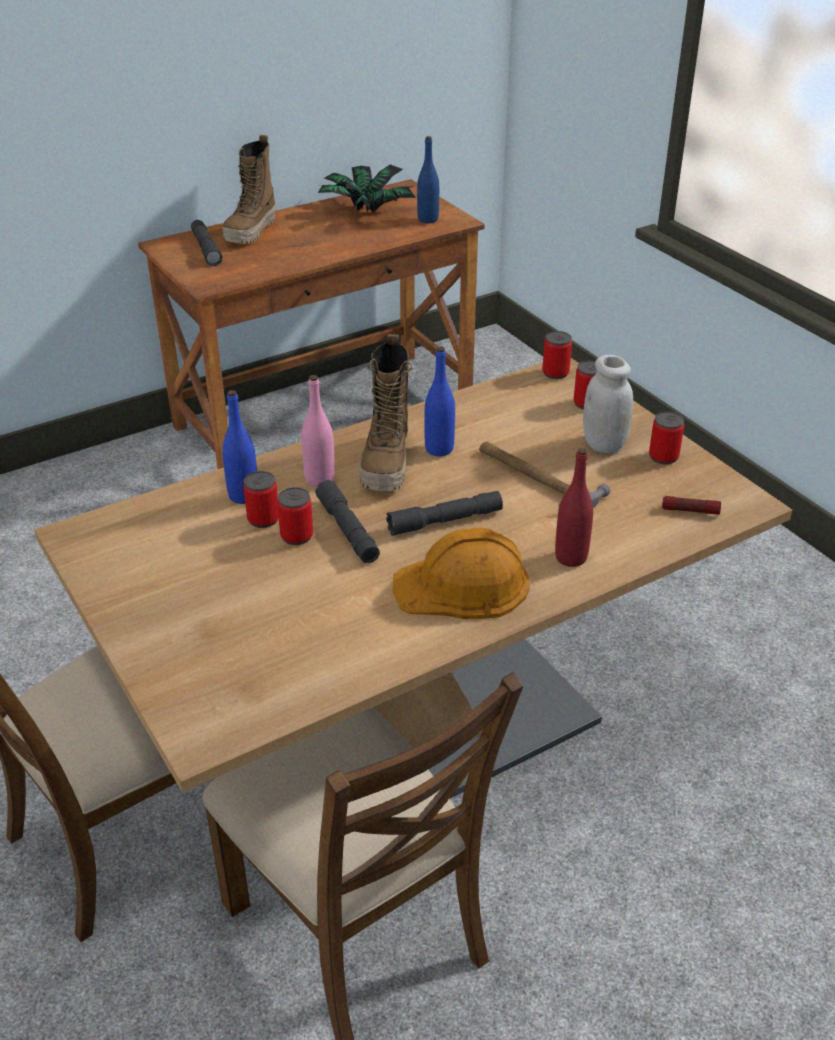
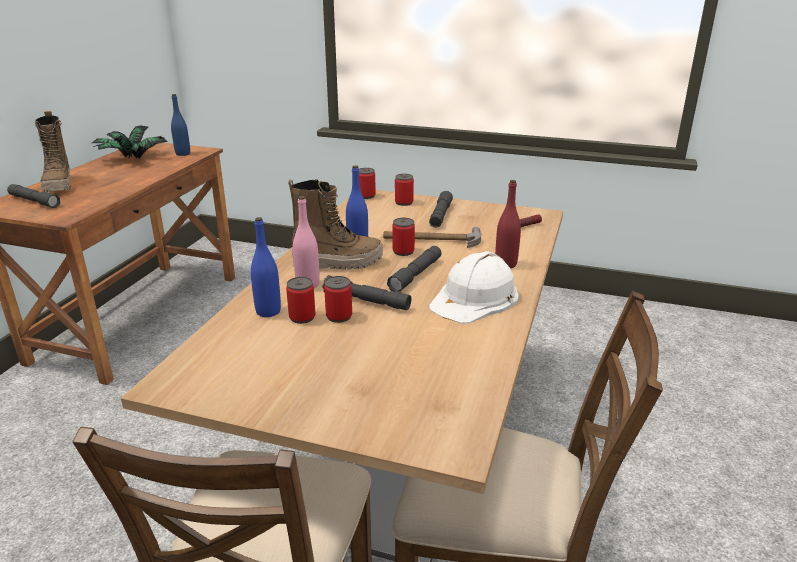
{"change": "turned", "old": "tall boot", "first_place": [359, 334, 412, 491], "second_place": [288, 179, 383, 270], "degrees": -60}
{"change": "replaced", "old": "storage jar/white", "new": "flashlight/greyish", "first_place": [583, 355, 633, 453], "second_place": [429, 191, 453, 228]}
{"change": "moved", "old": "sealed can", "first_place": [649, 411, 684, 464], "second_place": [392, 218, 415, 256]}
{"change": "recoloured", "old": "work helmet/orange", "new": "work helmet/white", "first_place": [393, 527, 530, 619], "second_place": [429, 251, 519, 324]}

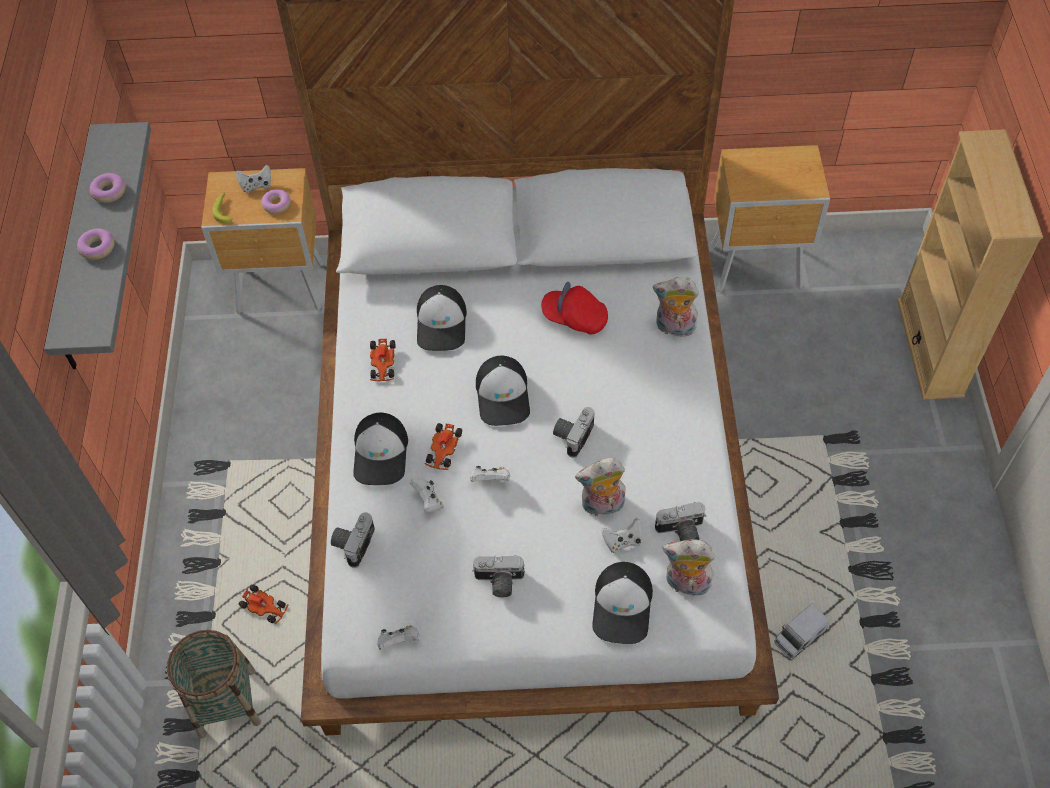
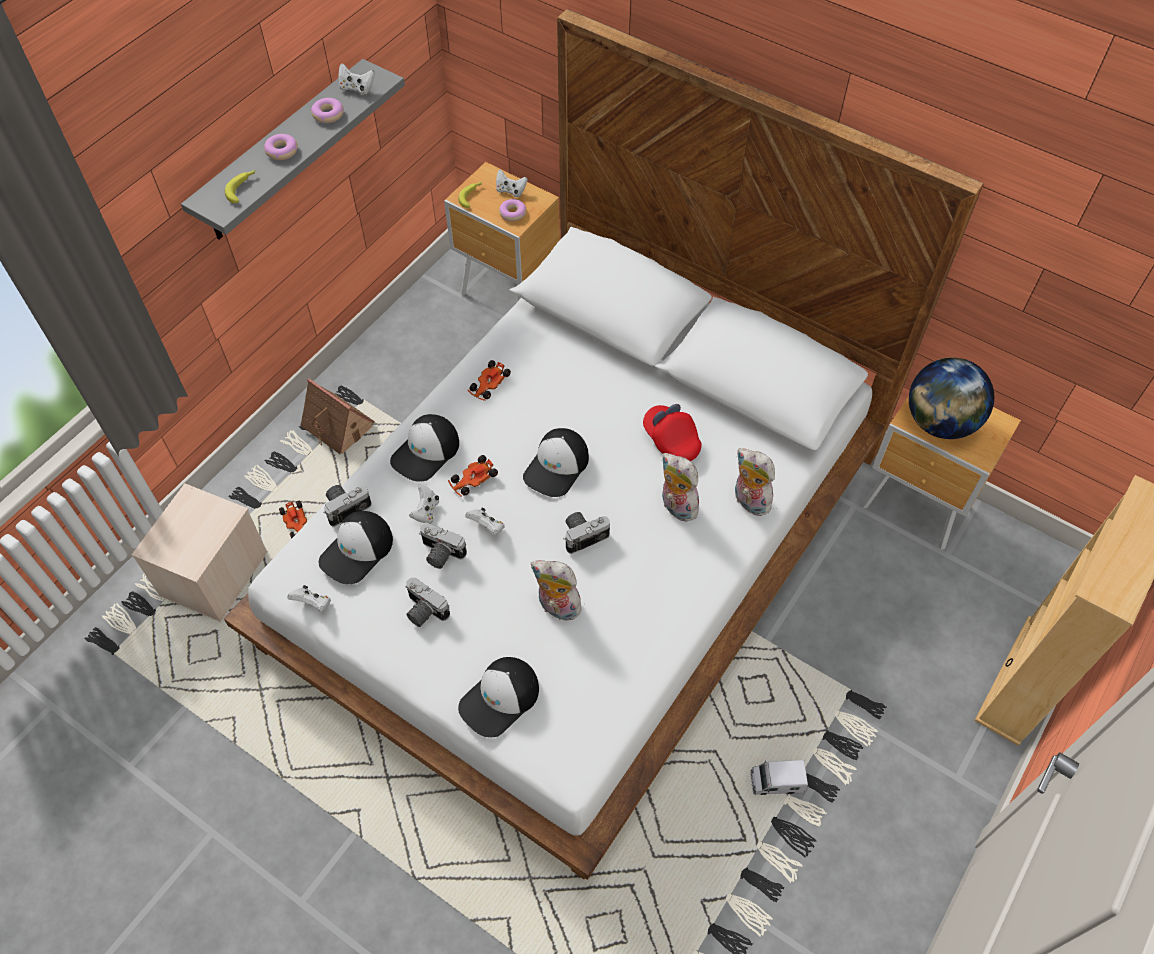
{"change": "moved", "old": "peaked cap", "first_place": [417, 285, 467, 351], "second_place": [319, 511, 393, 584]}
{"change": "moved", "old": "photo camera", "first_place": [655, 502, 707, 541], "second_place": [419, 523, 467, 569]}
{"change": "moved", "old": "gamepad/white", "first_place": [602, 518, 642, 553], "second_place": [338, 64, 375, 95]}
{"change": "moved", "old": "cuddly toy", "first_place": [662, 539, 715, 600], "second_place": [662, 453, 699, 522]}
{"change": "moved", "old": "toy truck", "first_place": [774, 603, 830, 659], "second_place": [750, 760, 808, 795]}
{"change": "replaced", "old": "household basket", "new": "storage box/sand-coloured", "first_place": [167, 630, 261, 739], "second_place": [131, 483, 268, 622]}
{"change": "added", "new": "banana fruit", "second_place": [225, 170, 255, 203]}
{"change": "added", "new": "globe", "second_place": [909, 357, 994, 439]}
{"change": "added", "new": "miniature house", "second_place": [300, 378, 375, 454]}

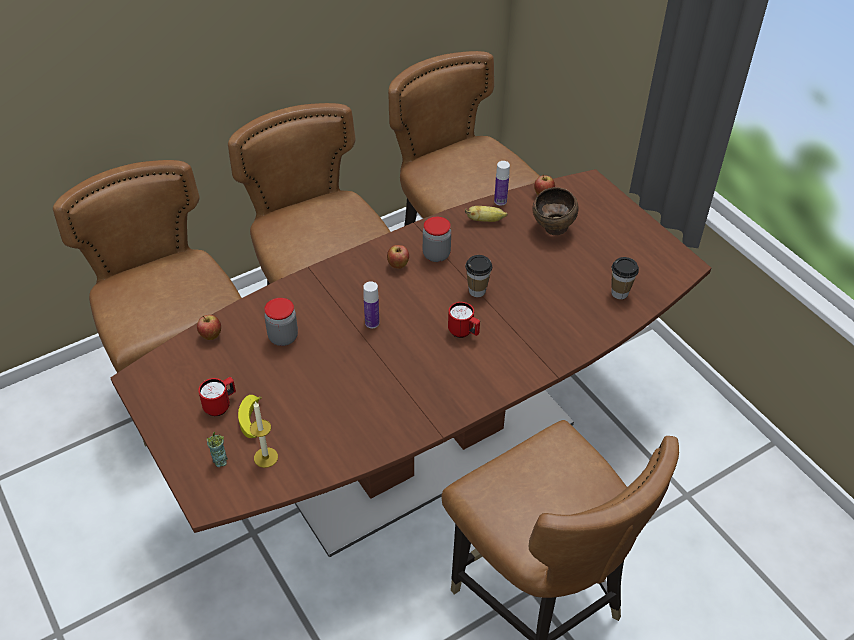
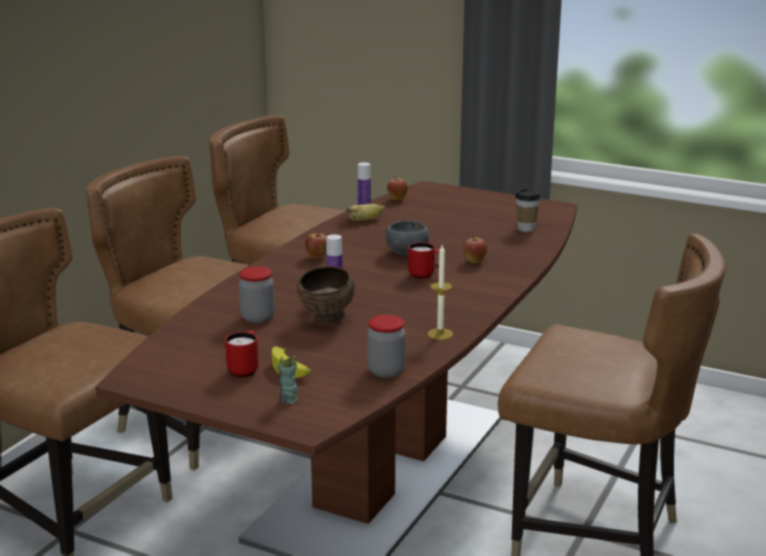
{"change": "moved", "old": "serving bowl/brown", "first_place": [532, 187, 579, 235], "second_place": [297, 266, 355, 325]}
{"change": "moved", "old": "storage jar", "first_place": [423, 217, 451, 262], "second_place": [367, 315, 406, 378]}
{"change": "replaced", "old": "cup", "new": "serving bowl/greyish", "first_place": [465, 255, 492, 297], "second_place": [385, 221, 429, 256]}
{"change": "moved", "old": "whole apple", "first_place": [197, 315, 221, 340], "second_place": [463, 235, 487, 263]}
{"change": "moved", "old": "wax light", "first_place": [250, 401, 278, 468], "second_place": [427, 245, 453, 340]}

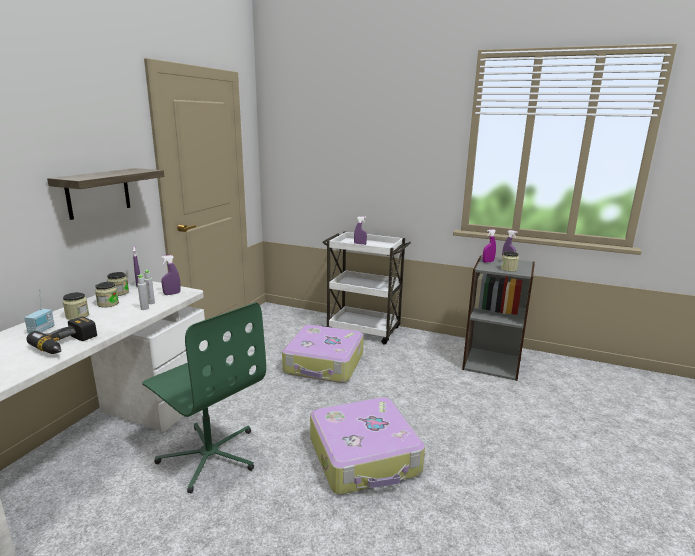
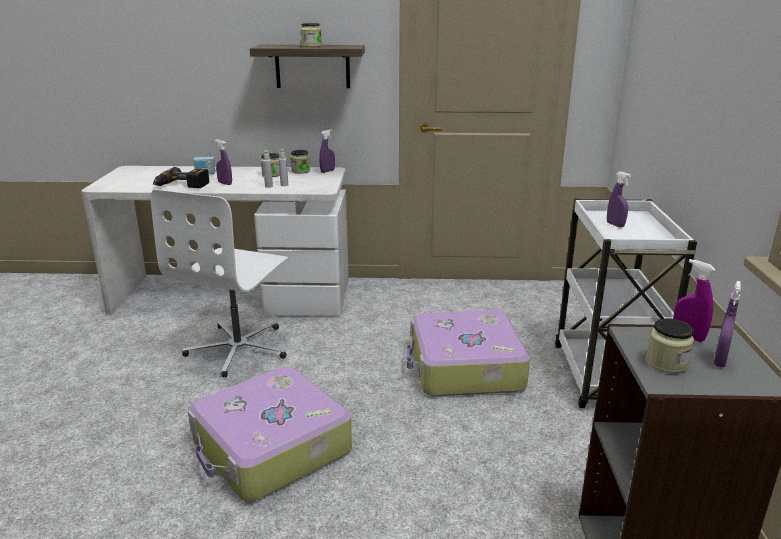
{"change": "moved", "old": "hand sprayer/purplish", "first_place": [161, 255, 181, 295], "second_place": [215, 140, 232, 185]}
{"change": "moved", "old": "storage jar", "first_place": [63, 292, 89, 320], "second_place": [300, 23, 322, 47]}
{"change": "recoloured", "old": "office chair/greenish", "new": "office chair/white", "first_place": [142, 302, 266, 493], "second_place": [151, 189, 289, 377]}

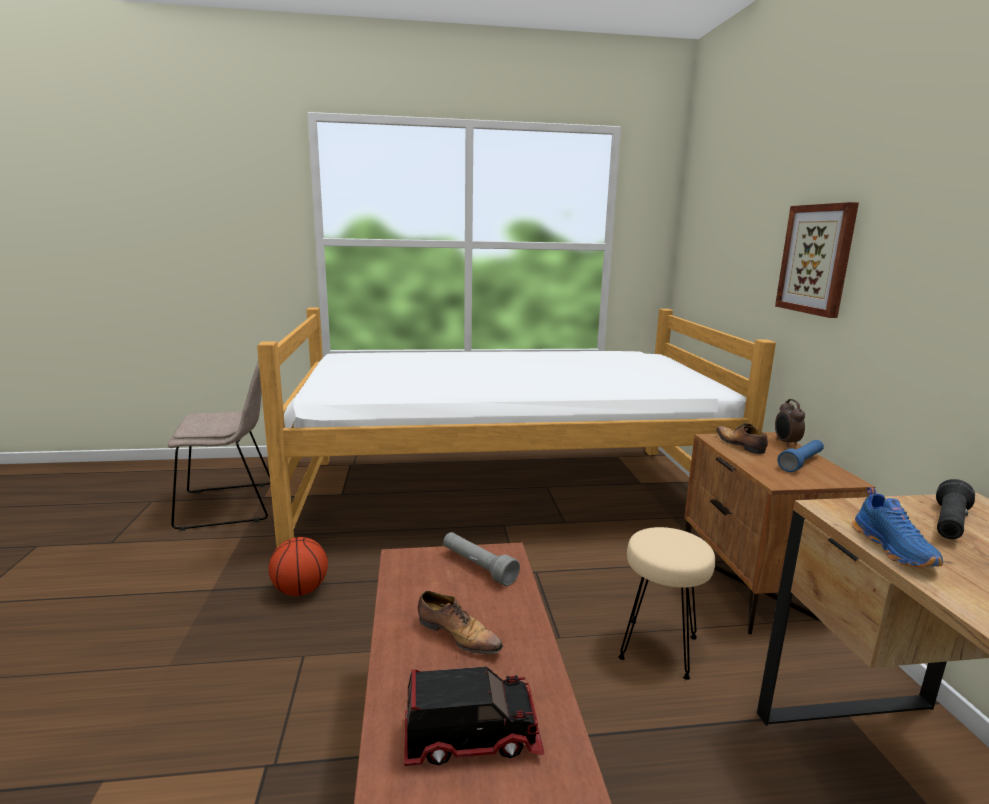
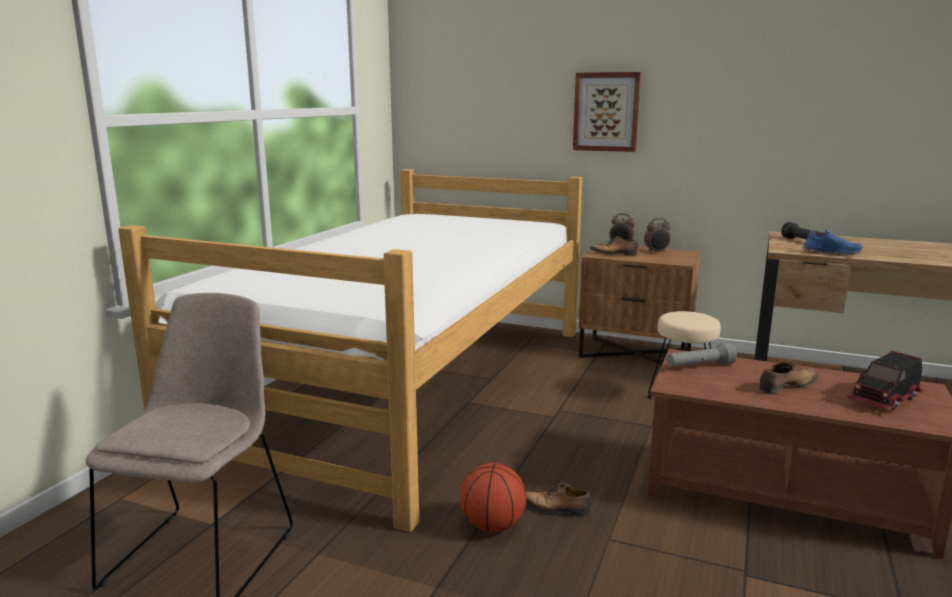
{"change": "replaced", "old": "flashlight/blue-coloured", "new": "table clock", "first_place": [777, 440, 824, 472], "second_place": [644, 218, 671, 253]}
{"change": "turned", "old": "toy truck", "first_place": [404, 667, 545, 766], "second_place": [846, 351, 923, 411], "degrees": -150}
{"change": "added", "new": "shoe", "second_place": [526, 482, 592, 517]}

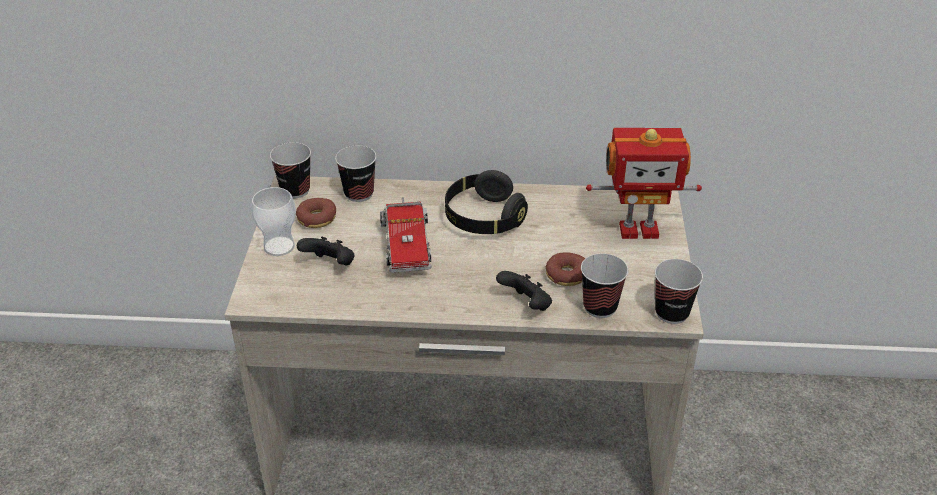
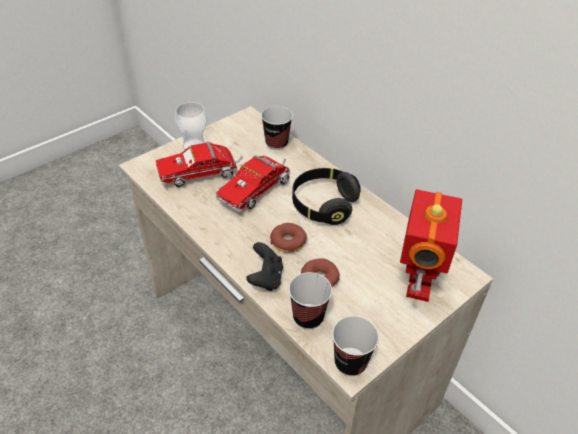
{"change": "turned", "old": "model robot", "first_place": [586, 128, 702, 239], "second_place": [400, 189, 462, 302], "degrees": -120}
{"change": "removed", "old": "cup", "first_place": [270, 142, 311, 199]}
{"change": "moved", "old": "ring doughnut", "first_place": [296, 198, 336, 228], "second_place": [270, 223, 307, 253]}
{"change": "replaced", "old": "gamepad/blackish", "new": "toy truck", "first_place": [297, 237, 355, 265], "second_place": [156, 141, 243, 187]}

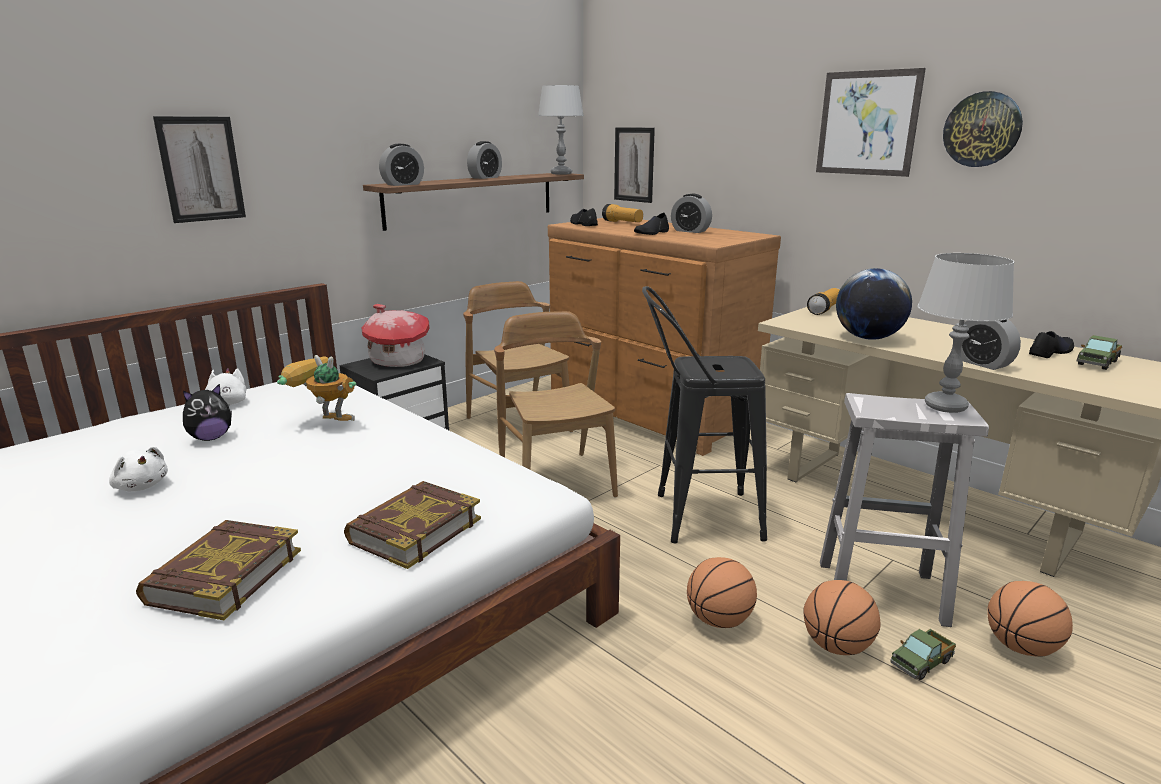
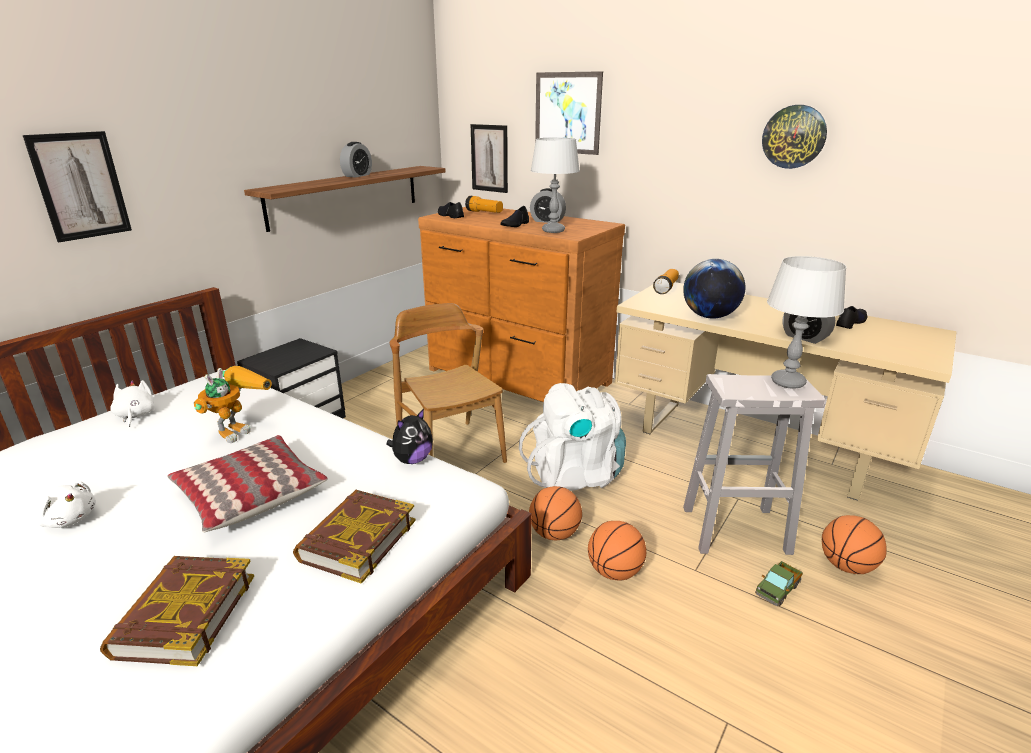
{"change": "moved", "old": "wall art", "first_place": [816, 68, 926, 177], "second_place": [535, 71, 603, 155]}
{"change": "moved", "old": "lamp for a table/greyish", "first_place": [538, 85, 584, 175], "second_place": [531, 138, 580, 233]}
{"change": "removed", "old": "table clock", "first_place": [379, 144, 424, 186]}
{"change": "removed", "old": "upright chair/brown", "first_place": [463, 281, 573, 443]}
{"change": "replaced", "old": "stool/blackish", "new": "knapsack/white", "first_place": [642, 286, 767, 543], "second_place": [519, 383, 626, 491]}
{"change": "removed", "old": "miniature house", "first_place": [361, 304, 430, 367]}
{"change": "removed", "old": "toy truck", "first_place": [1076, 335, 1122, 370]}
{"change": "turned", "old": "model robot", "first_place": [277, 355, 356, 421], "second_place": [194, 366, 272, 443], "degrees": 105}
{"change": "moved", "old": "cuddly toy", "first_place": [183, 384, 232, 441], "second_place": [386, 409, 433, 464]}
{"change": "moved", "old": "ball for basketball", "first_place": [803, 580, 880, 655], "second_place": [529, 486, 582, 540]}
{"change": "added", "new": "cushion", "second_place": [167, 435, 328, 533]}

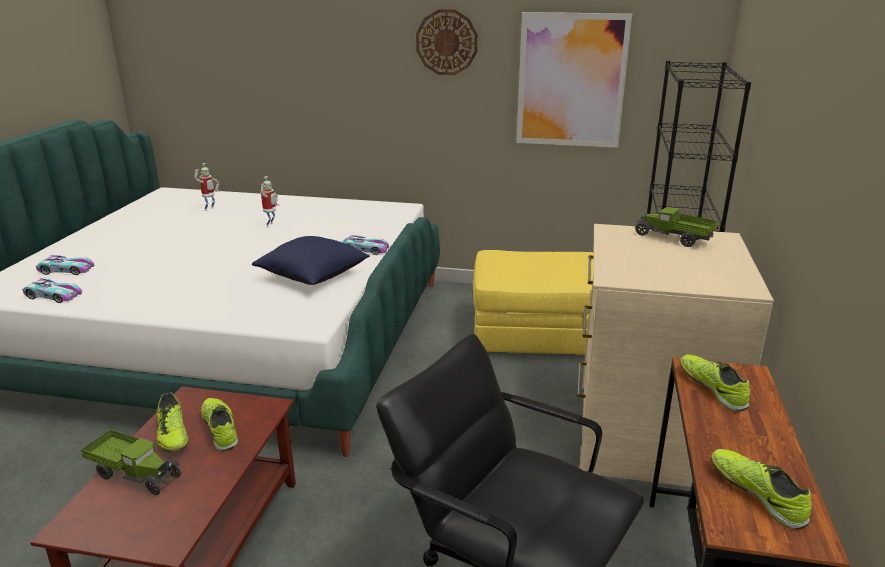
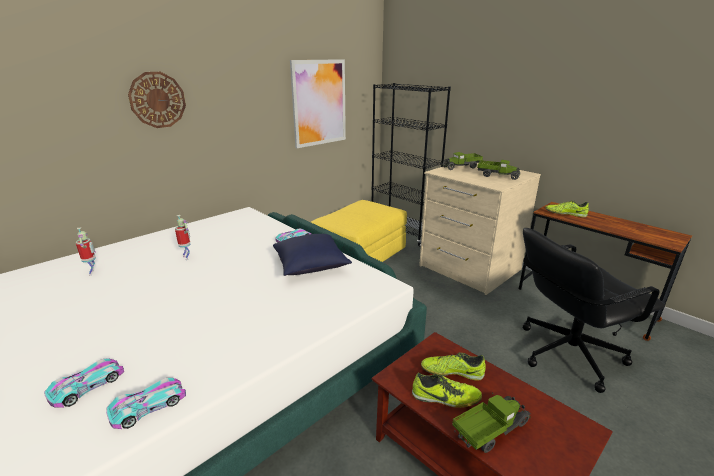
{"change": "moved", "old": "wall clock", "first_place": [416, 9, 478, 75], "second_place": [128, 72, 186, 128]}
{"change": "removed", "old": "shoe", "first_place": [711, 449, 812, 529]}
{"change": "added", "new": "toy truck", "second_place": [477, 160, 521, 180]}

